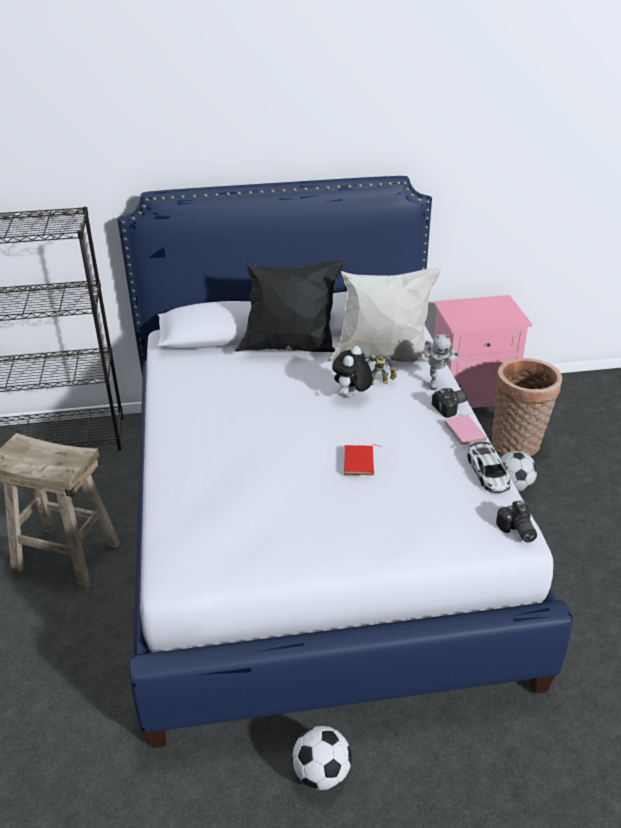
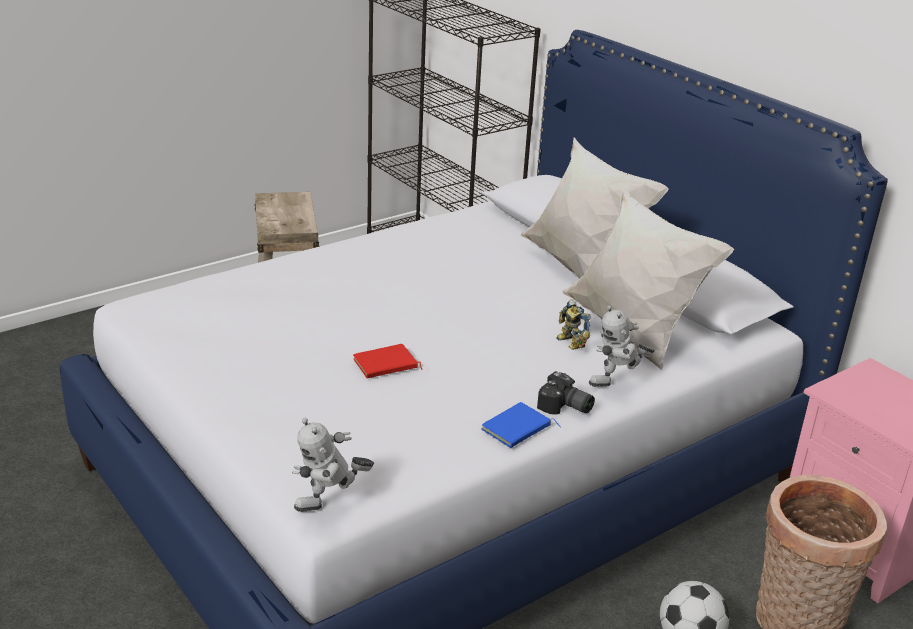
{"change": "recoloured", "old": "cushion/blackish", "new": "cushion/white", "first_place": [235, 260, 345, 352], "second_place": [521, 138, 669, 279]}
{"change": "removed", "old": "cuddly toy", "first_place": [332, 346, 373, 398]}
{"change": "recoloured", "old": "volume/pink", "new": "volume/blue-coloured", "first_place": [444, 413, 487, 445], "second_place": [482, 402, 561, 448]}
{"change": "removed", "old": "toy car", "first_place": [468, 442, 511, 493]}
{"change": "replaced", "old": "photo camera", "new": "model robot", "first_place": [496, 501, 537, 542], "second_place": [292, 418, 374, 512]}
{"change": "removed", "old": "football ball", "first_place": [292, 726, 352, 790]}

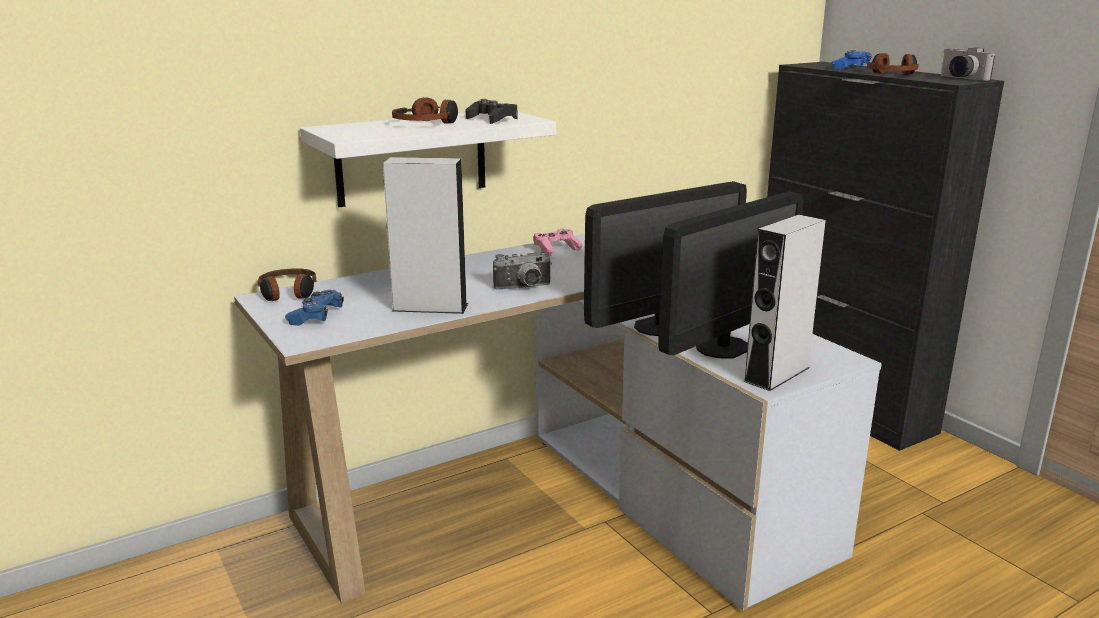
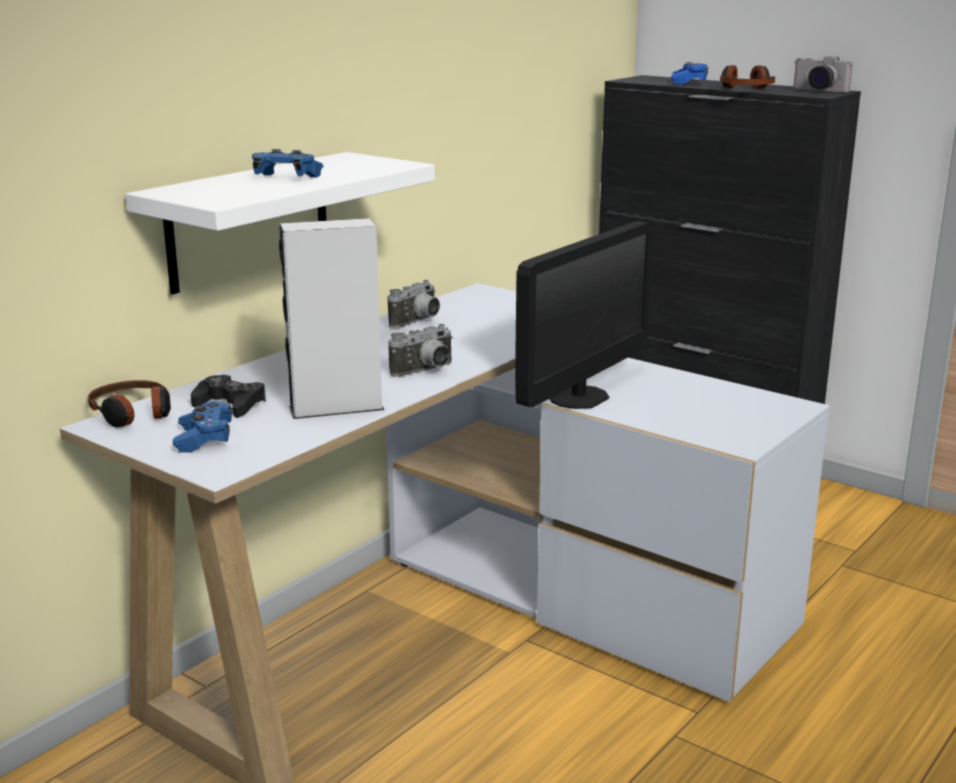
{"change": "replaced", "old": "headset", "new": "gamepad/blue-coloured", "first_place": [392, 97, 458, 124], "second_place": [252, 149, 324, 178]}
{"change": "moved", "old": "gamepad/blackish", "first_place": [466, 99, 518, 124], "second_place": [191, 375, 266, 418]}
{"change": "removed", "old": "monitor", "first_place": [659, 191, 804, 359]}
{"change": "removed", "old": "loudspeaker/greyish", "first_place": [743, 214, 826, 391]}
{"change": "replaced", "old": "gamepad/pink", "new": "photo camera", "first_place": [533, 229, 583, 256], "second_place": [388, 280, 440, 328]}

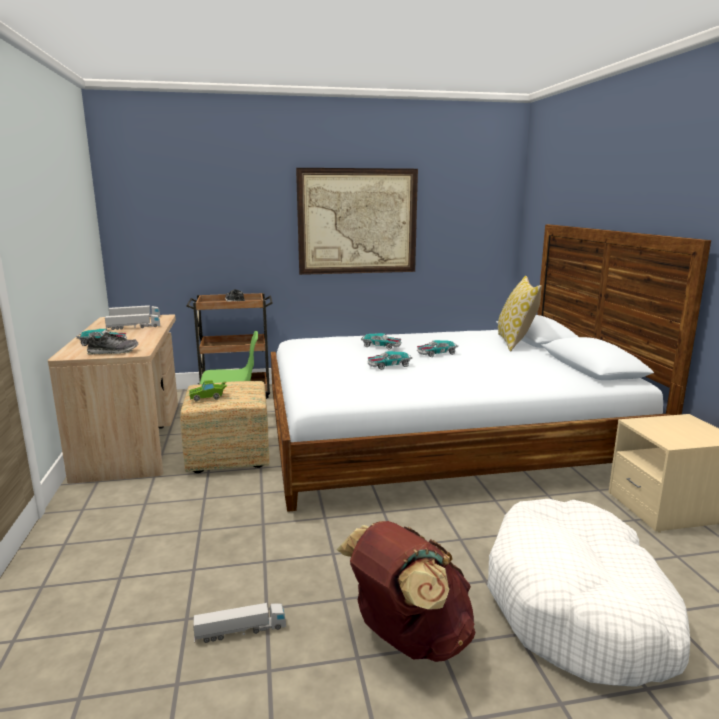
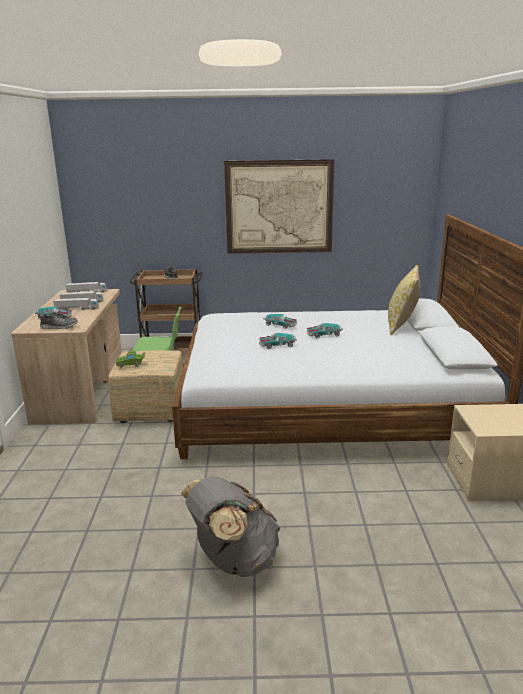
{"change": "removed", "old": "pet bed/white", "first_place": [487, 499, 690, 687]}
{"change": "recoloured", "old": "knapsack/brown", "new": "knapsack/greyish", "first_place": [337, 521, 476, 662], "second_place": [181, 476, 281, 577]}
{"change": "moved", "old": "toy truck", "first_place": [193, 603, 286, 643], "second_place": [53, 298, 99, 310]}

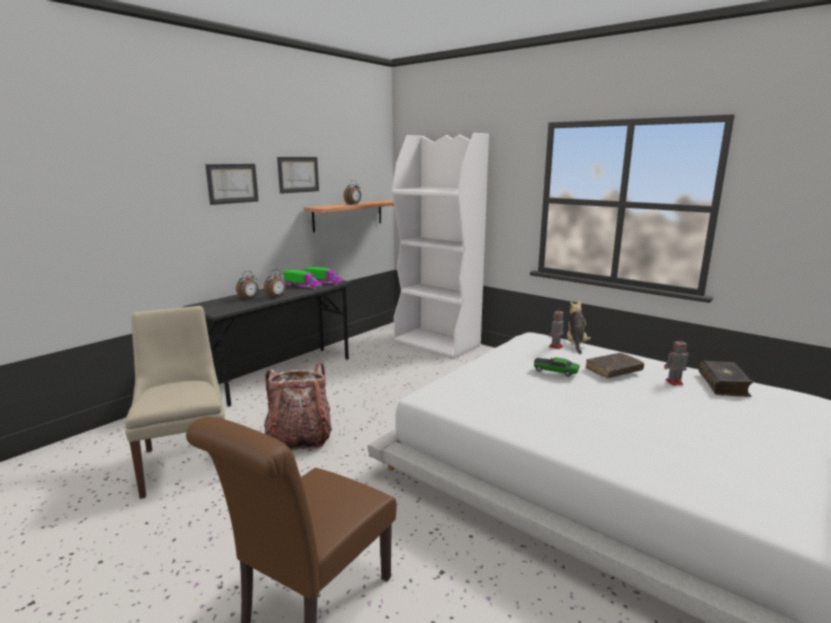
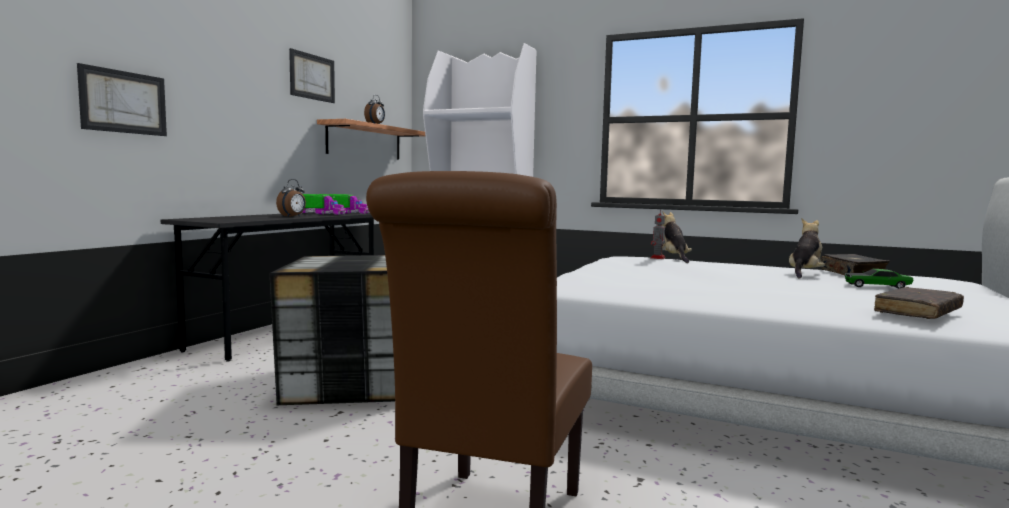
{"change": "moved", "old": "wall art", "first_place": [205, 164, 258, 205], "second_place": [77, 63, 167, 136]}
{"change": "removed", "old": "table clock", "first_place": [236, 271, 258, 300]}
{"change": "removed", "old": "upright chair/sand-coloured", "first_place": [125, 306, 225, 499]}
{"change": "replaced", "old": "model robot", "new": "cuddly toy", "first_place": [664, 337, 689, 386], "second_place": [789, 219, 825, 279]}
{"change": "moved", "old": "volume/brown", "first_place": [586, 353, 644, 378], "second_place": [874, 287, 964, 319]}
{"change": "moved", "old": "toy car", "first_place": [534, 357, 580, 377], "second_place": [845, 269, 914, 289]}
{"change": "replaced", "old": "knapsack", "new": "storage box", "first_place": [264, 362, 332, 451], "second_place": [269, 255, 395, 405]}

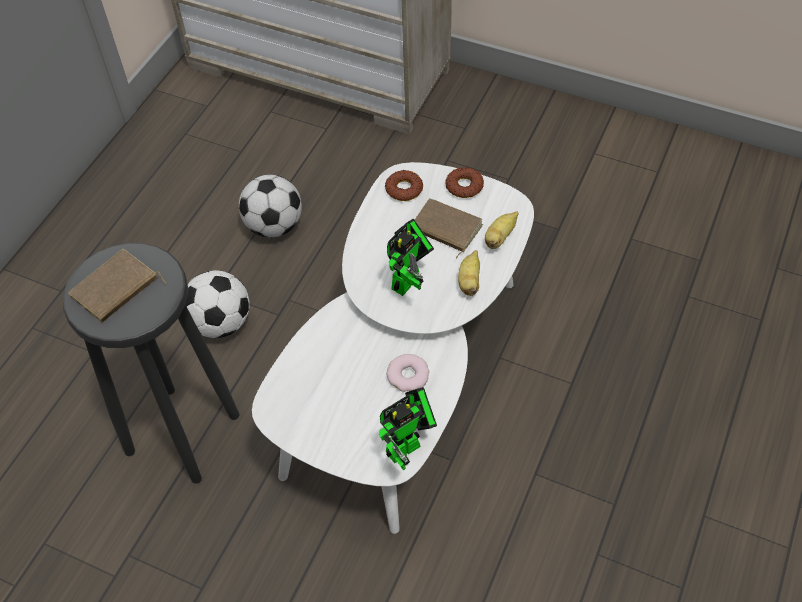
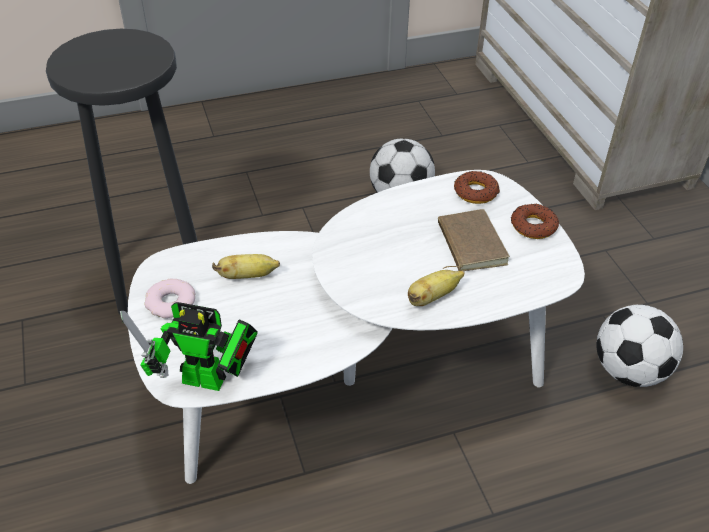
{"change": "moved", "old": "banana fruit", "first_place": [485, 211, 519, 249], "second_place": [212, 254, 280, 279]}
{"change": "removed", "old": "model robot", "first_place": [387, 219, 434, 296]}
{"change": "removed", "old": "volume/brown", "first_place": [68, 249, 166, 323]}
{"change": "moved", "old": "football ball", "first_place": [186, 270, 250, 338], "second_place": [596, 305, 683, 387]}
{"change": "moved", "old": "ring doughnut", "first_place": [386, 354, 429, 392], "second_place": [144, 279, 195, 318]}

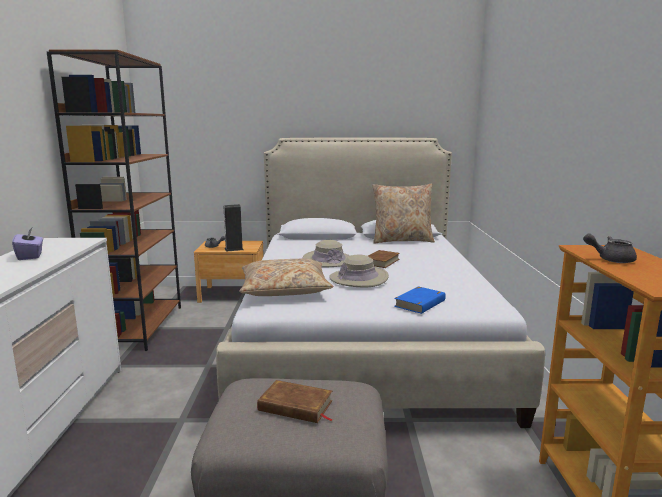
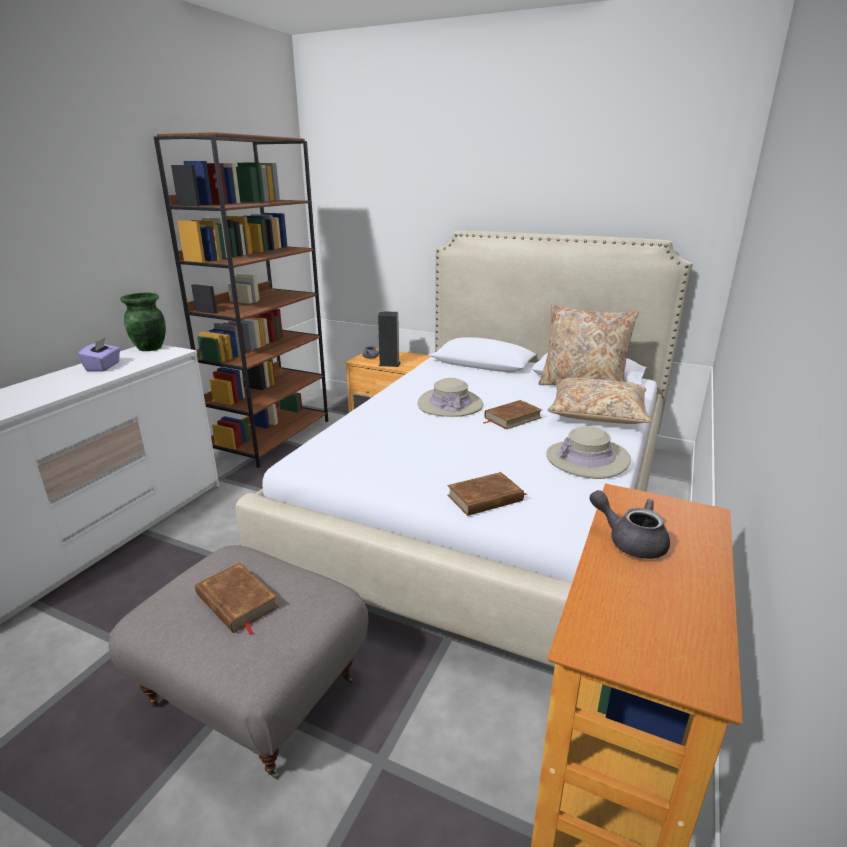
{"change": "moved", "old": "hat/sand-coloured", "first_place": [329, 255, 389, 287], "second_place": [546, 426, 631, 479]}
{"change": "moved", "old": "cushion/sand-coloured", "first_place": [239, 259, 333, 296], "second_place": [548, 378, 653, 424]}
{"change": "recoloured", "old": "volume/blue-coloured", "new": "volume/brown", "first_place": [394, 286, 446, 314], "second_place": [447, 472, 528, 516]}
{"change": "added", "new": "vase/greenish", "second_place": [120, 293, 166, 351]}

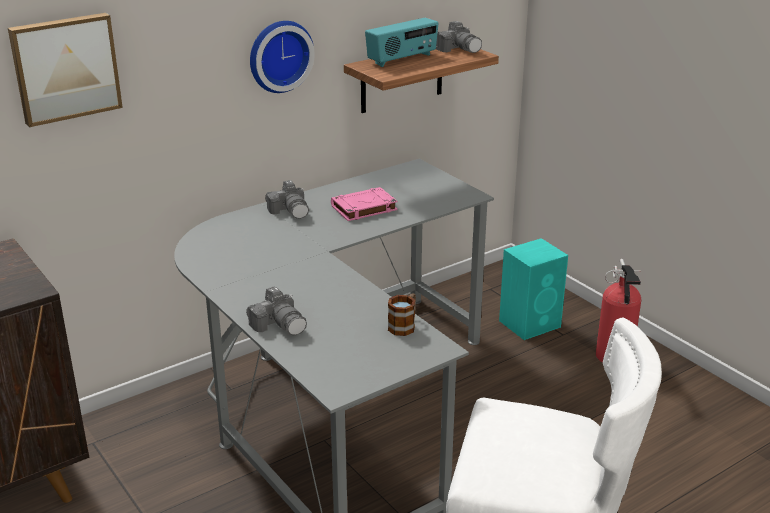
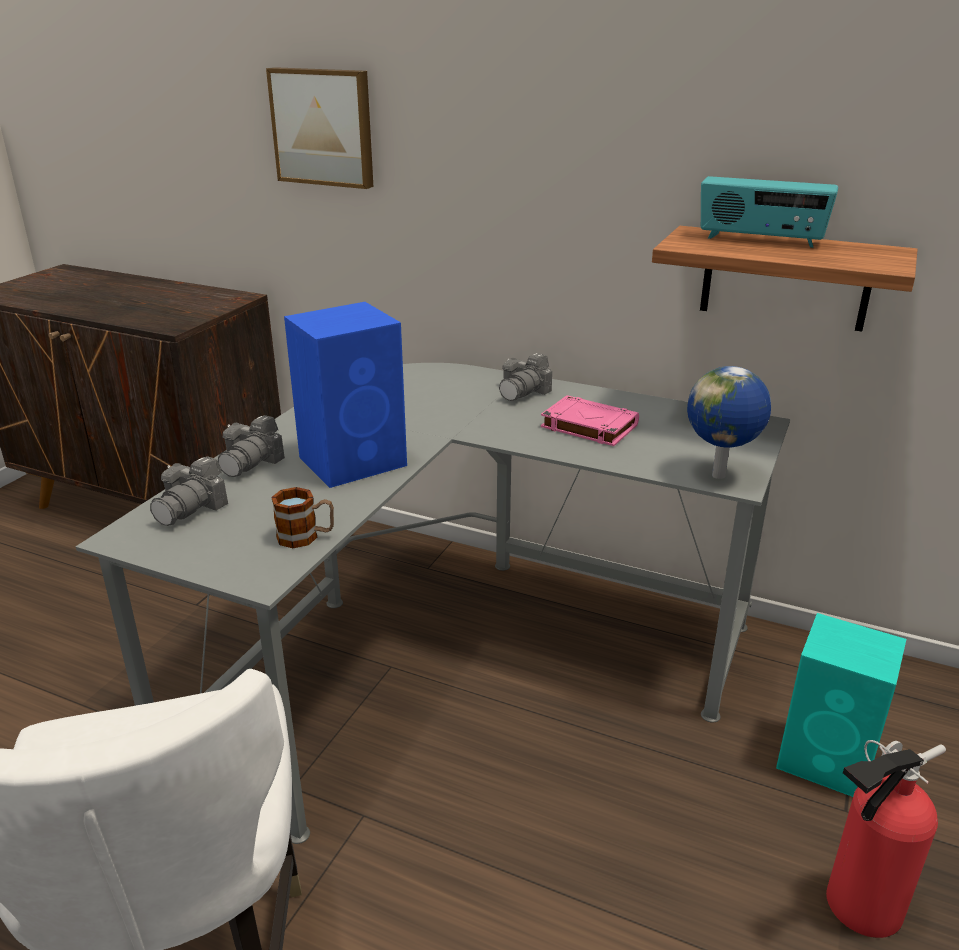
{"change": "removed", "old": "wall clock", "first_place": [250, 21, 315, 93]}
{"change": "moved", "old": "photo camera", "first_place": [436, 21, 482, 53], "second_place": [150, 456, 228, 526]}
{"change": "added", "new": "loudspeaker/blue-coloured", "second_place": [284, 302, 407, 488]}
{"change": "added", "new": "globe", "second_place": [687, 366, 771, 479]}

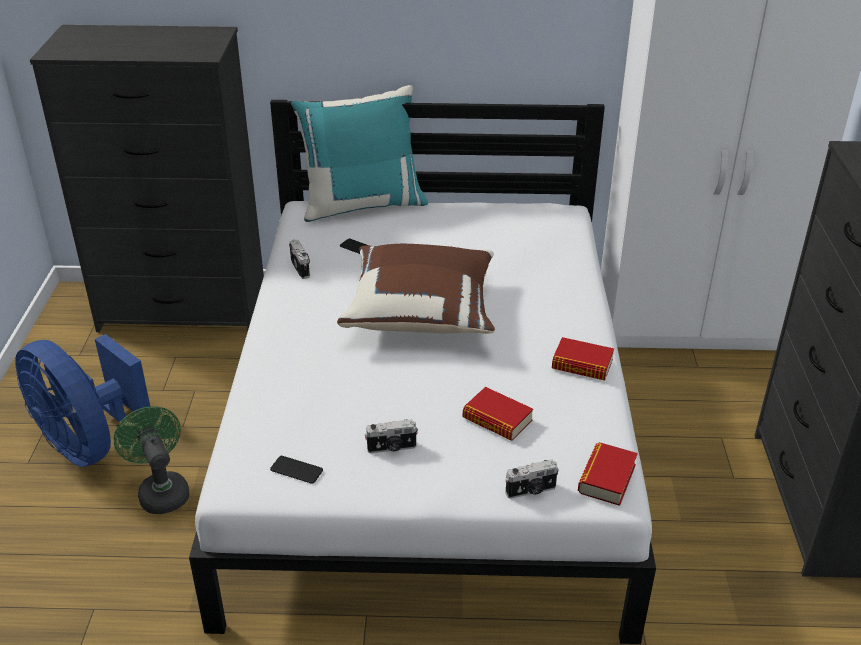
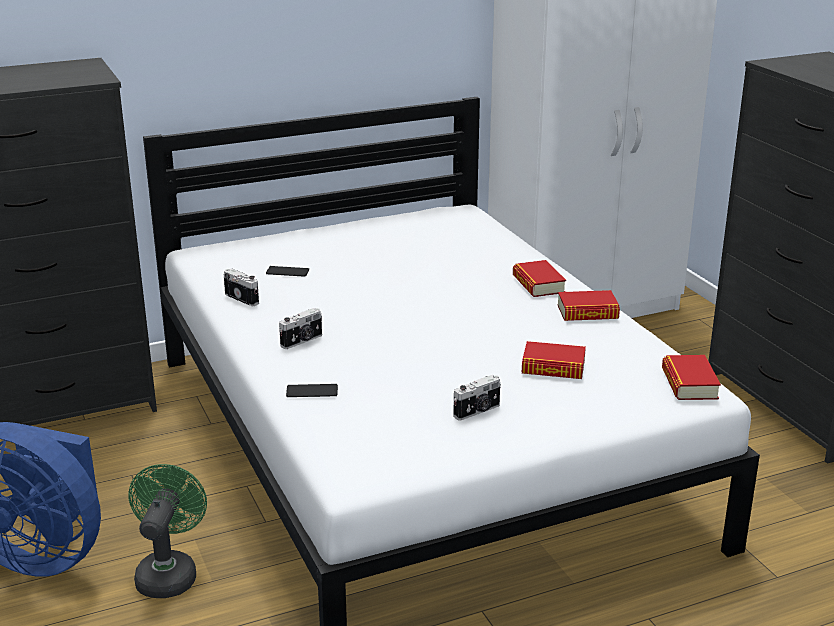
{"change": "removed", "old": "cushion/turquoise", "first_place": [291, 85, 428, 222]}
{"change": "removed", "old": "cushion/brown", "first_place": [337, 244, 495, 334]}
{"change": "turned", "old": "electric fan/greenish", "first_place": [114, 406, 190, 514], "second_place": [128, 464, 207, 598], "degrees": 60}
{"change": "moved", "old": "telephone", "first_place": [270, 456, 323, 484], "second_place": [286, 384, 338, 397]}
{"change": "moved", "old": "photo camera", "first_place": [505, 459, 559, 499], "second_place": [279, 308, 322, 349]}
{"change": "added", "new": "volume", "second_place": [513, 260, 566, 297]}

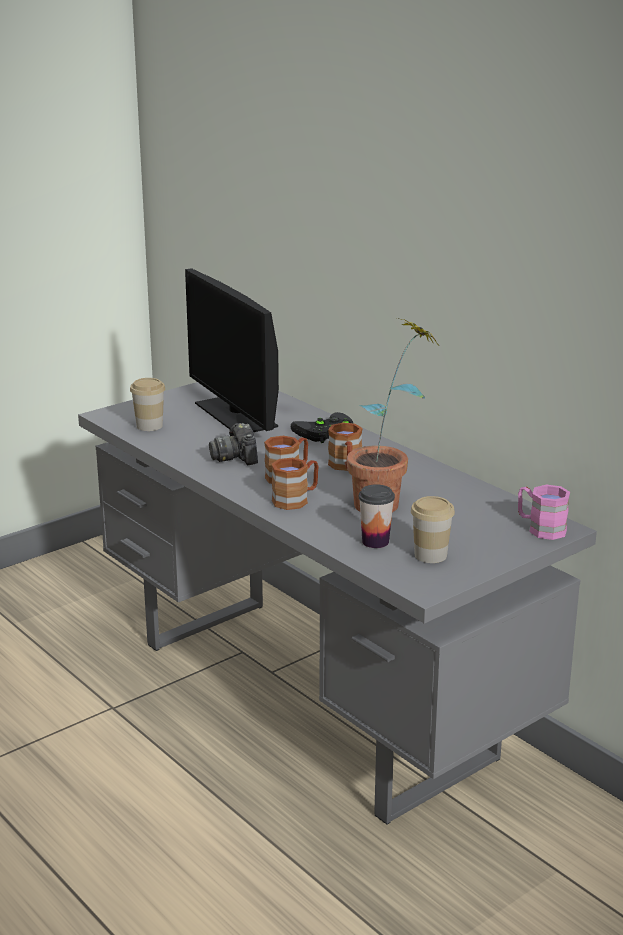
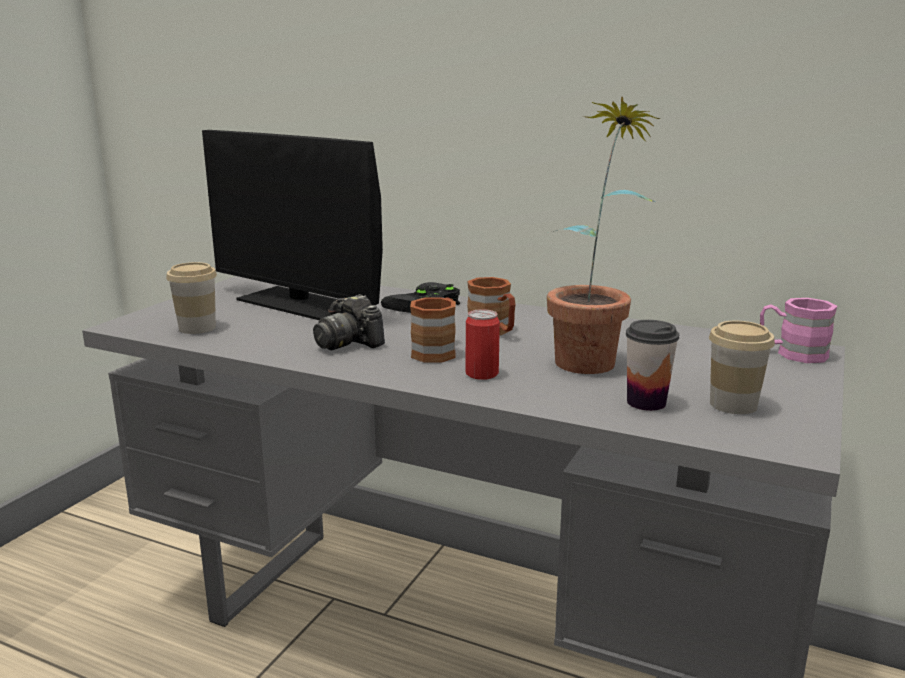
{"change": "replaced", "old": "coffee mug/brown", "new": "sealed can", "first_place": [271, 458, 319, 510], "second_place": [465, 309, 500, 380]}

